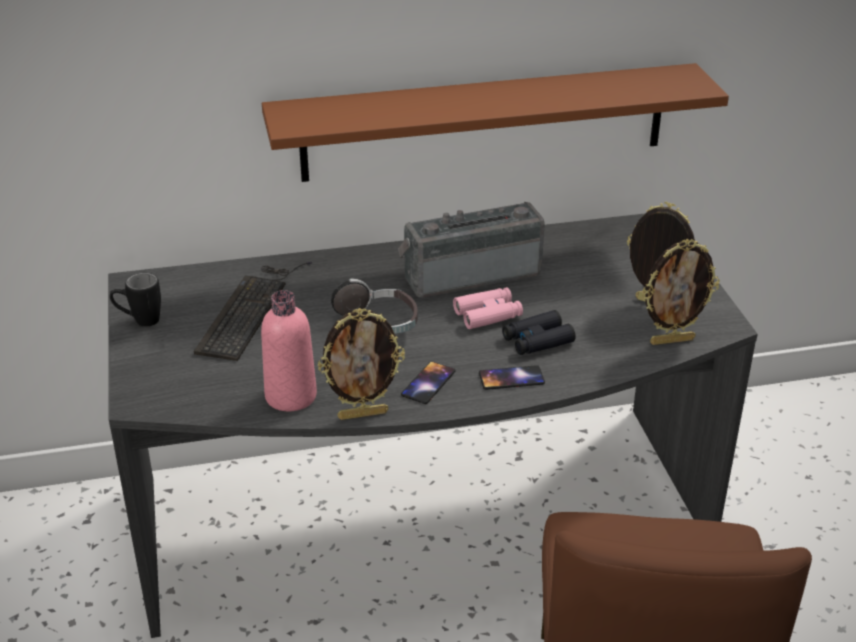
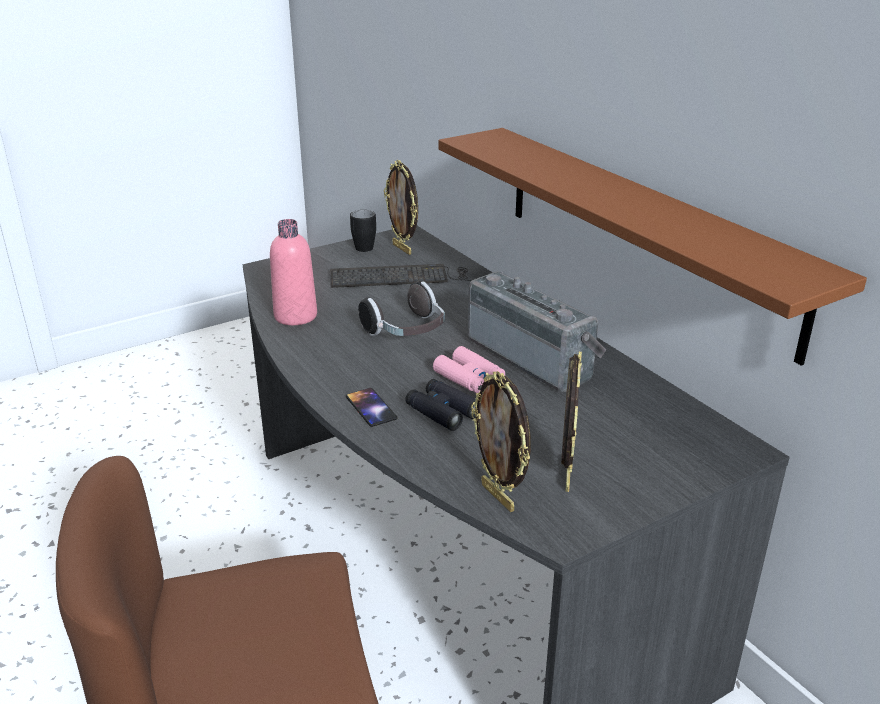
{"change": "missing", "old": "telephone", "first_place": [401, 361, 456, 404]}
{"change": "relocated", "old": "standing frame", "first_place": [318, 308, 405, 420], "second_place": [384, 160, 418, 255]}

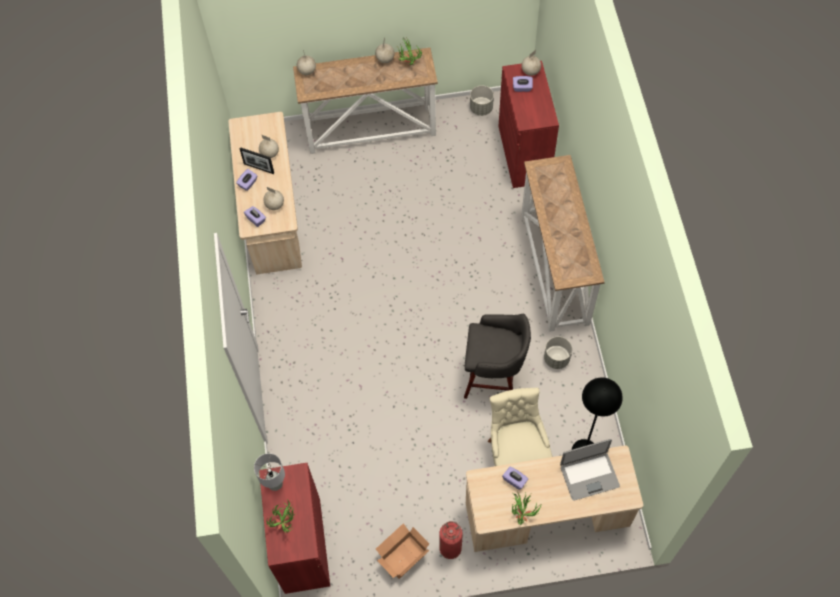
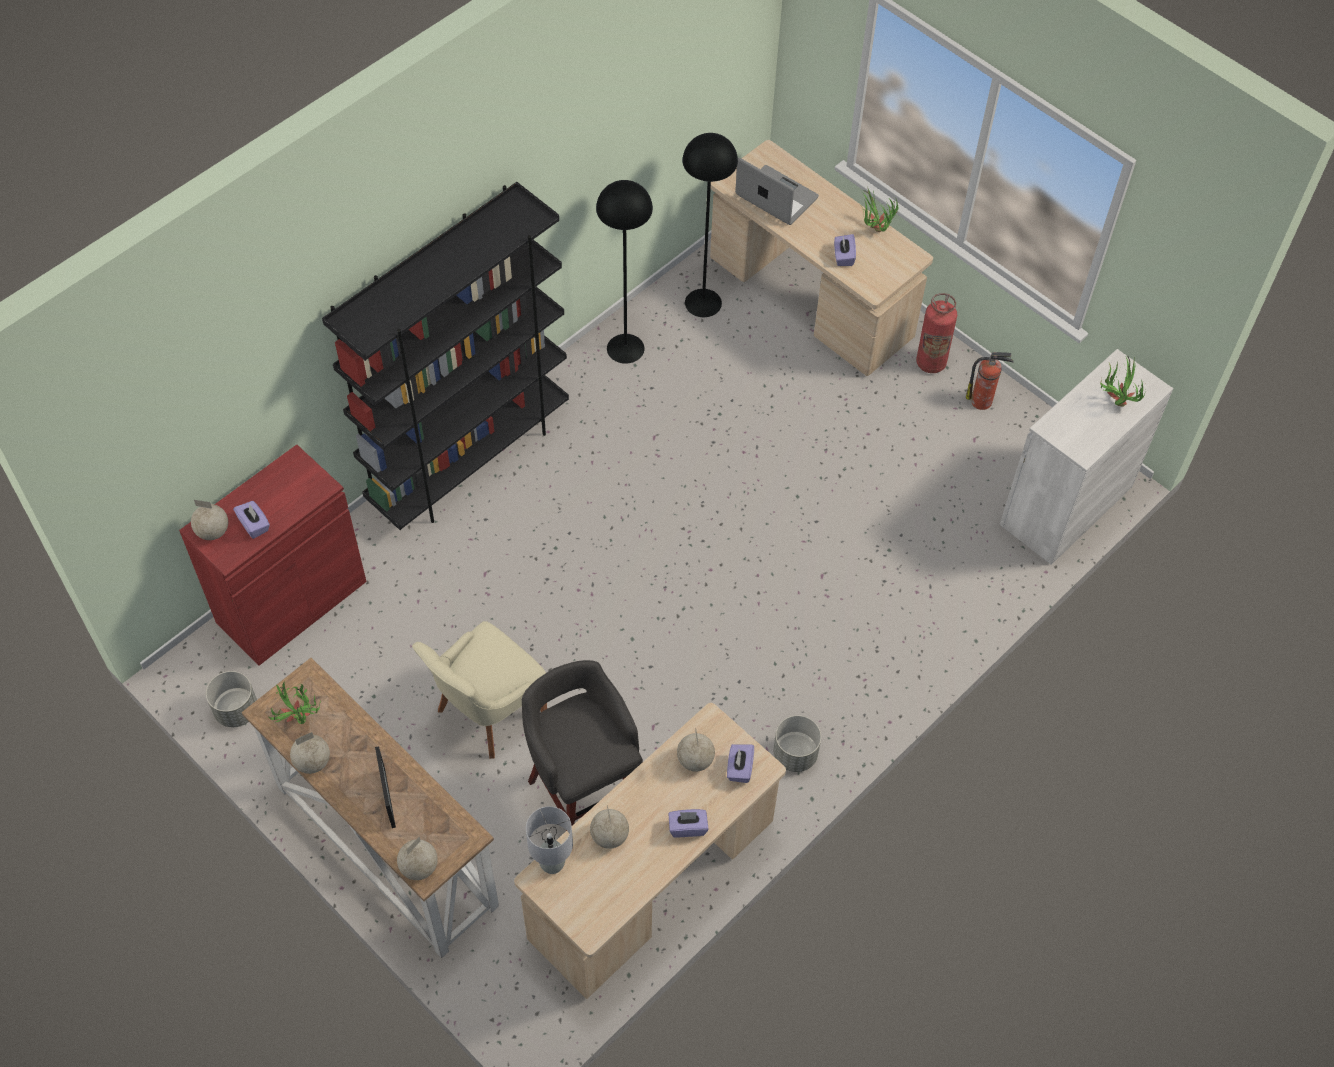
{"change": "appeared", "new": "blackish standard lamp", "second_place": [596, 180, 653, 364]}
{"change": "relocated", "old": "standing frame", "first_place": [240, 147, 274, 174], "second_place": [375, 746, 396, 828]}
{"change": "relocated", "old": "gray lamp for a table", "first_place": [254, 453, 285, 491], "second_place": [526, 806, 573, 874]}
{"change": "relocated", "old": "gray stool seat", "first_place": [464, 313, 531, 399], "second_place": [522, 660, 643, 831]}
{"change": "relocated", "old": "beige plain chair", "first_place": [488, 388, 552, 466], "second_place": [412, 621, 547, 759]}
{"change": "relocated", "old": "gray planter", "first_place": [544, 336, 572, 369], "second_place": [773, 715, 821, 772]}
{"change": "exchanged", "old": "cardboard box", "new": "extinguisher", "first_place": [376, 523, 429, 579], "second_place": [966, 352, 1014, 410]}
{"change": "exchanged", "old": "console table", "new": "blackish bookshelf", "first_place": [522, 155, 605, 332], "second_place": [322, 182, 569, 530]}
{"change": "colour", "old": "red storage cabinet", "new": "white storage cabinet", "first_place": [259, 463, 330, 594], "second_place": [999, 349, 1173, 565]}

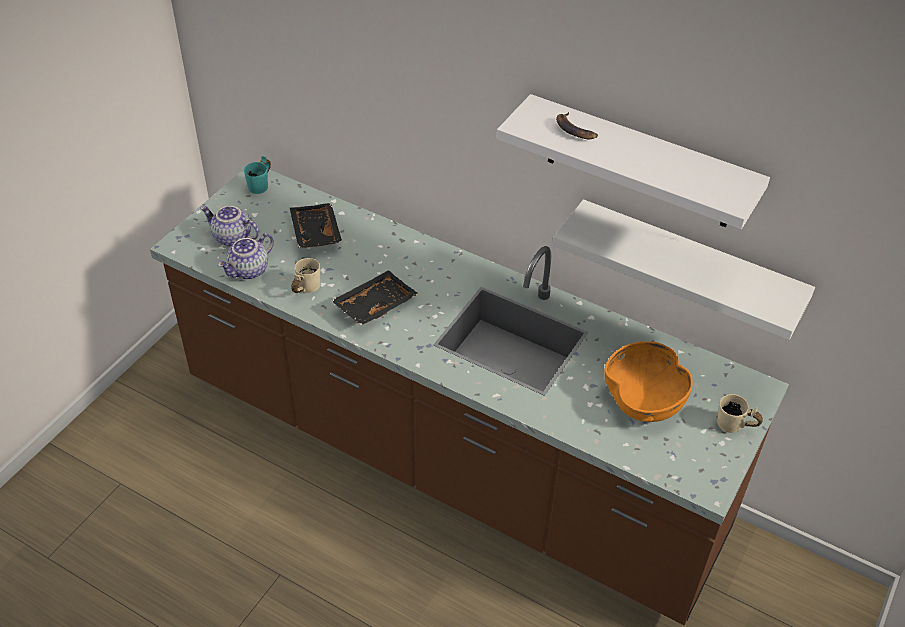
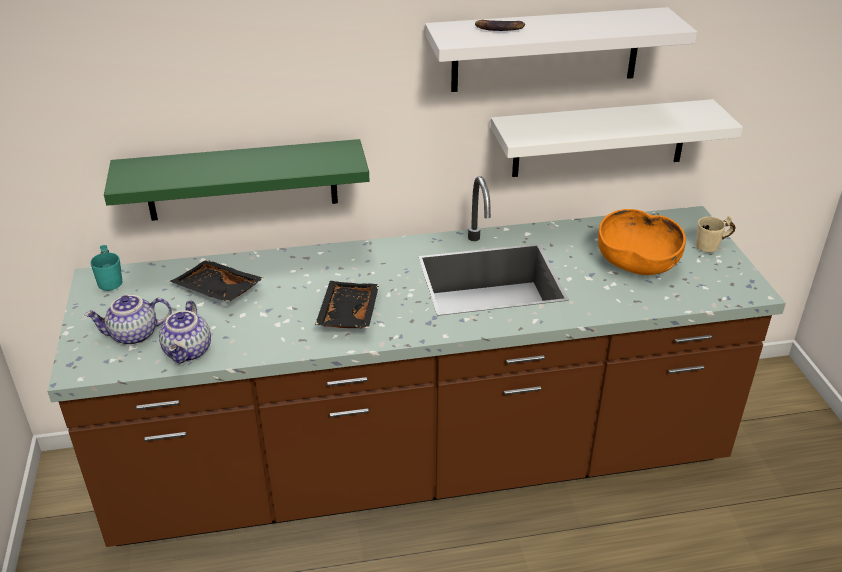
{"change": "missing", "old": "beige coffee mug", "first_place": [291, 258, 320, 293]}
{"change": "appeared", "new": "green-coloured bracket shelf", "second_place": [104, 139, 369, 221]}

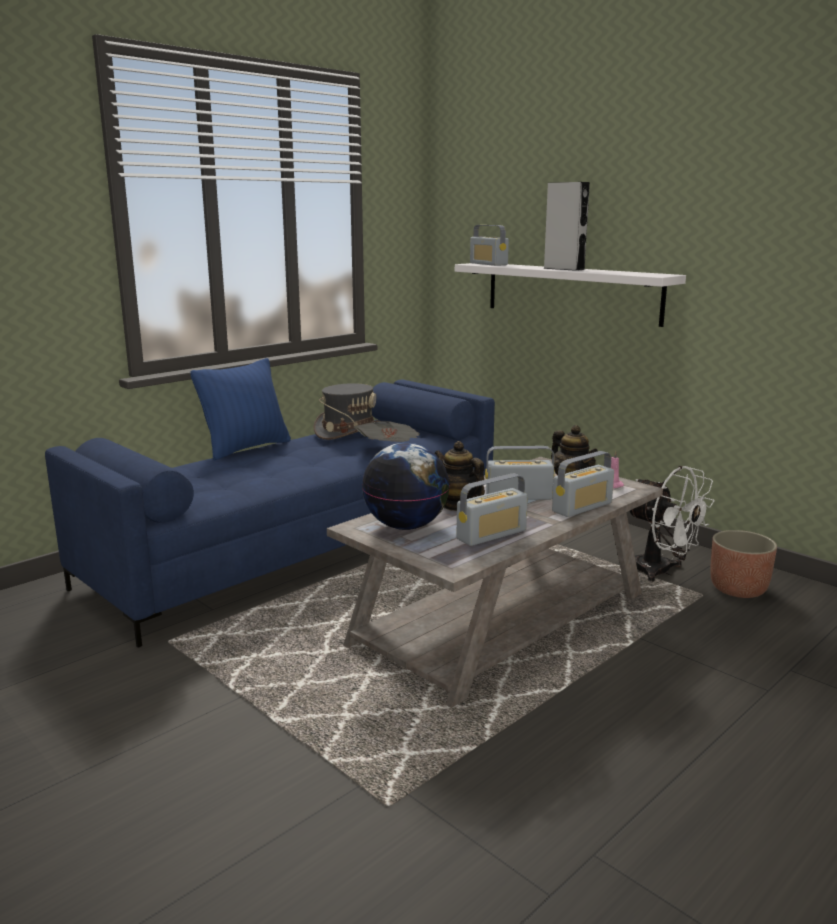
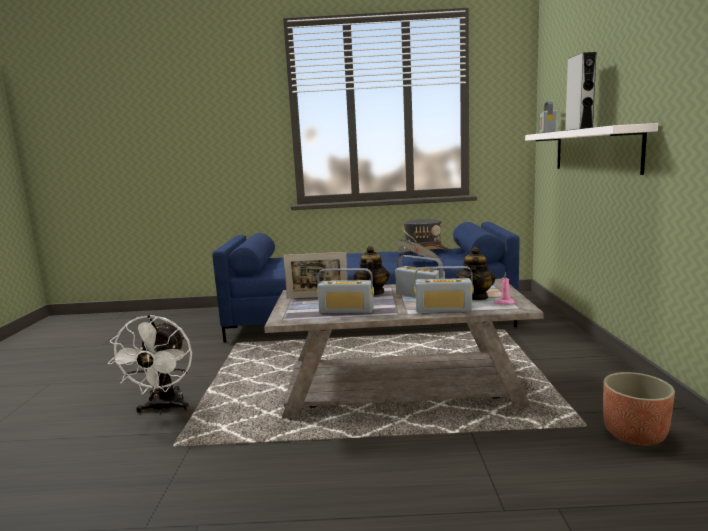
{"change": "missing", "old": "bluish throw pillow", "first_place": [190, 358, 291, 460]}
{"change": "relocated", "old": "white electric fan", "first_place": [630, 466, 714, 582], "second_place": [108, 315, 192, 413]}
{"change": "exchanged", "old": "desk globe", "new": "standing frame", "first_place": [362, 443, 450, 530], "second_place": [283, 252, 348, 298]}

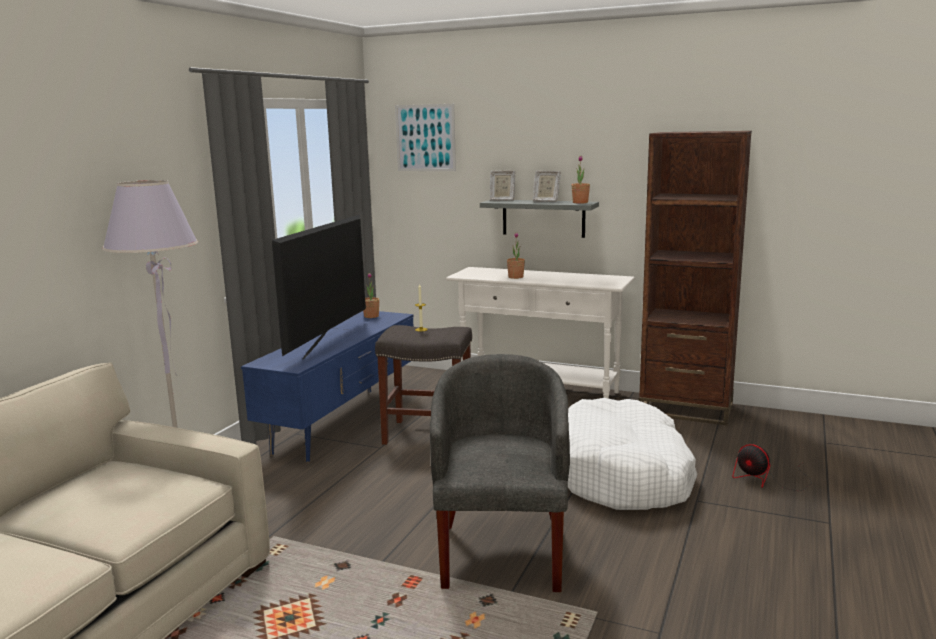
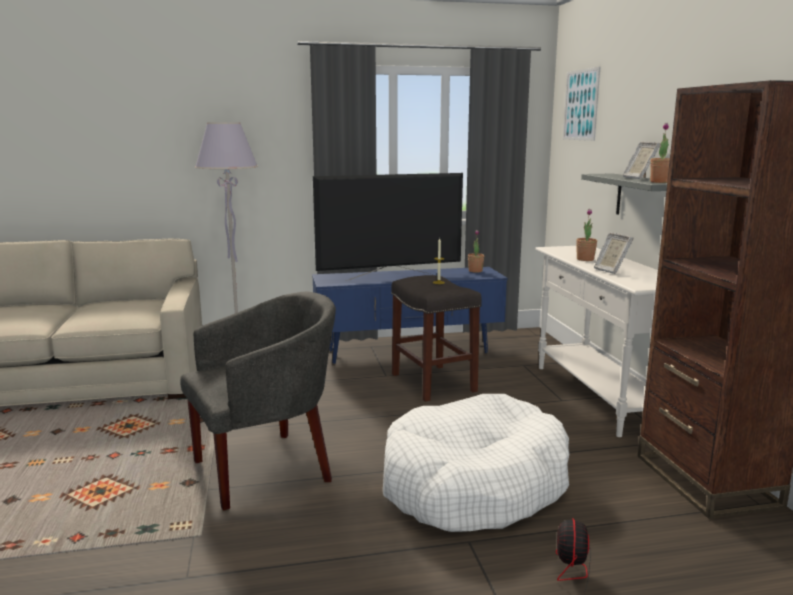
{"change": "relocated", "old": "standing frame", "first_place": [490, 171, 515, 201], "second_place": [594, 232, 634, 274]}

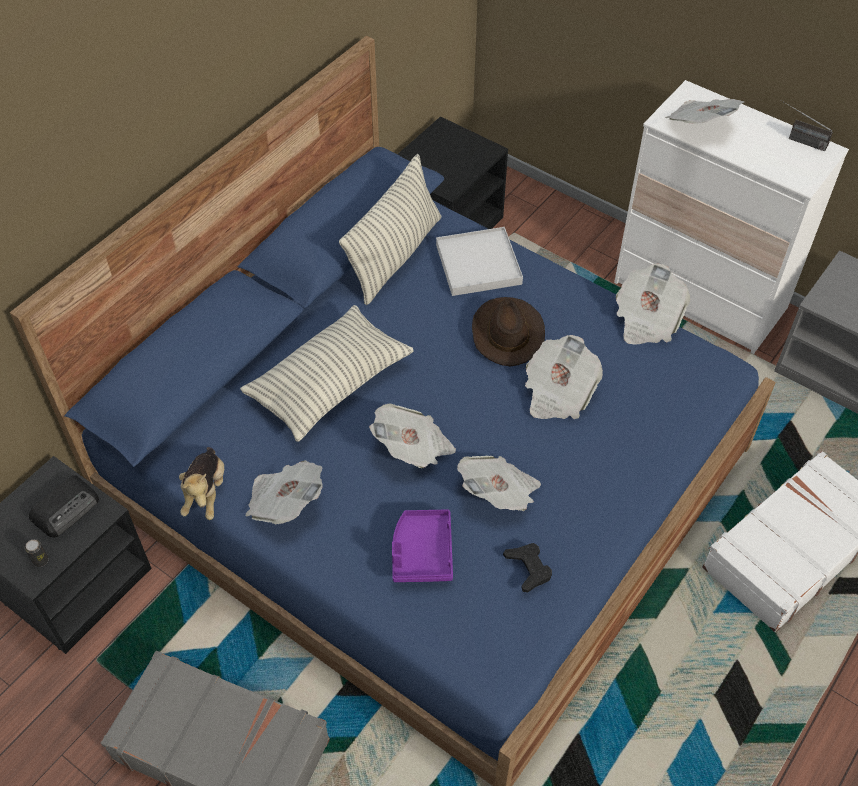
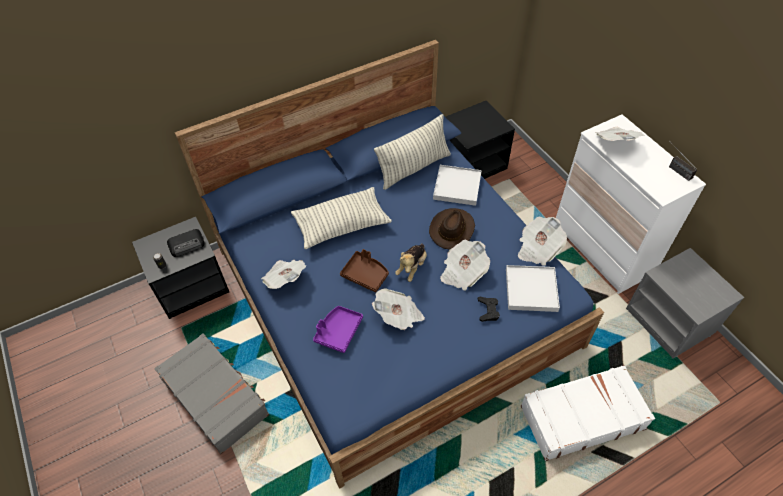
{"change": "appeared", "new": "white serving tray", "second_place": [506, 265, 560, 312]}
{"change": "relocated", "old": "cuddly toy", "first_place": [179, 447, 224, 520], "second_place": [395, 243, 427, 282]}
{"change": "relocated", "old": "blackish gamepad", "first_place": [503, 543, 552, 592], "second_place": [478, 297, 500, 322]}
{"change": "exchanged", "old": "daily paper", "new": "brown serving tray", "first_place": [369, 403, 456, 468], "second_place": [340, 249, 389, 292]}

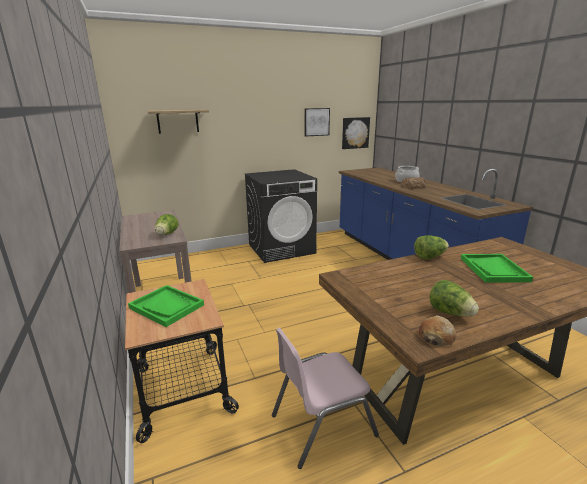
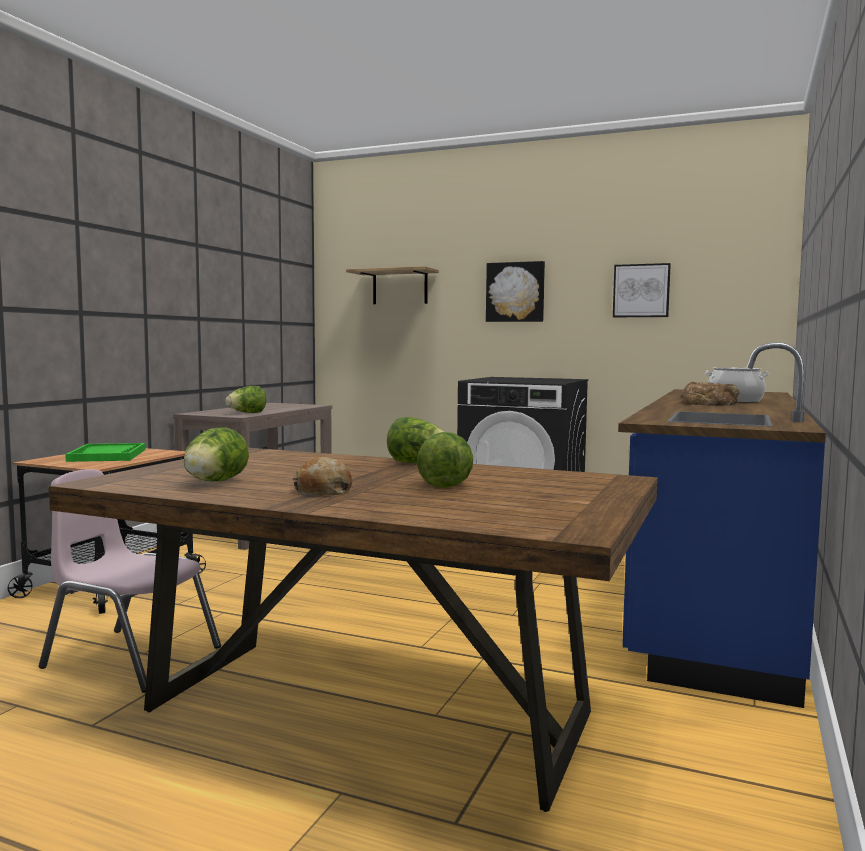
{"change": "relocated", "old": "picture", "first_place": [342, 117, 370, 149], "second_place": [486, 261, 545, 322]}
{"change": "relocated", "old": "baked bread", "first_place": [419, 315, 457, 346], "second_place": [293, 457, 352, 496]}
{"change": "exchanged", "old": "green-coloured serving tray", "new": "lettuce head", "first_place": [461, 254, 533, 283], "second_place": [417, 432, 473, 488]}

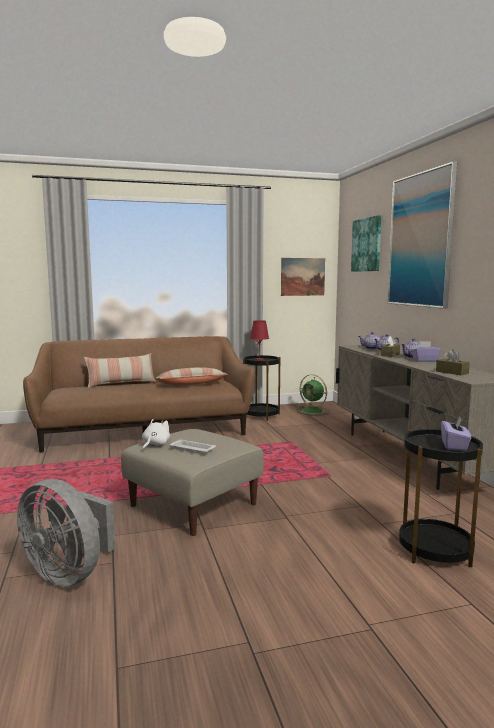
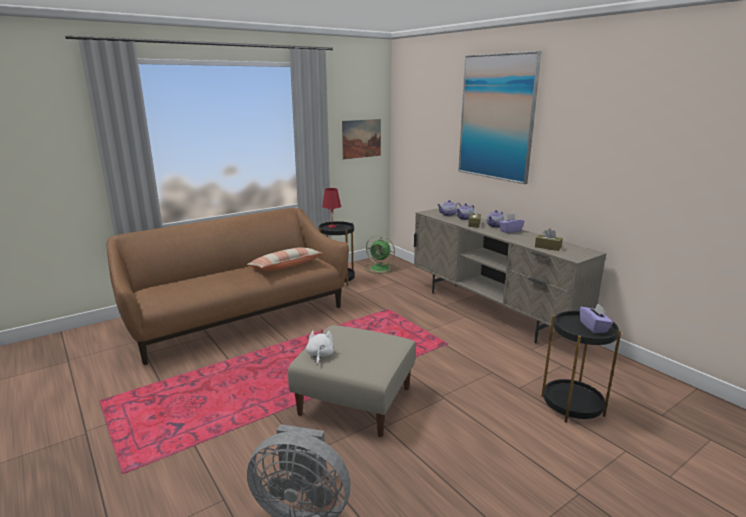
{"change": "missing", "old": "throw pillow", "first_place": [84, 353, 156, 388]}
{"change": "missing", "old": "white serving tray", "first_place": [170, 440, 216, 454]}
{"change": "missing", "old": "picture", "first_place": [351, 215, 381, 272]}

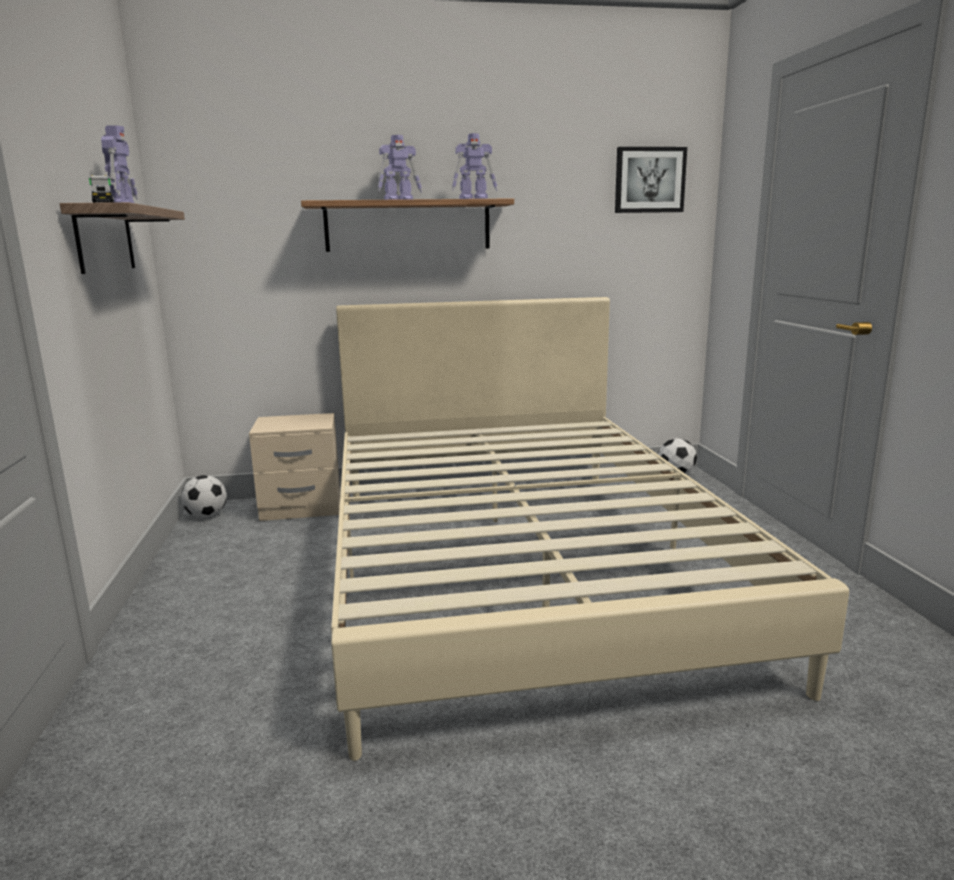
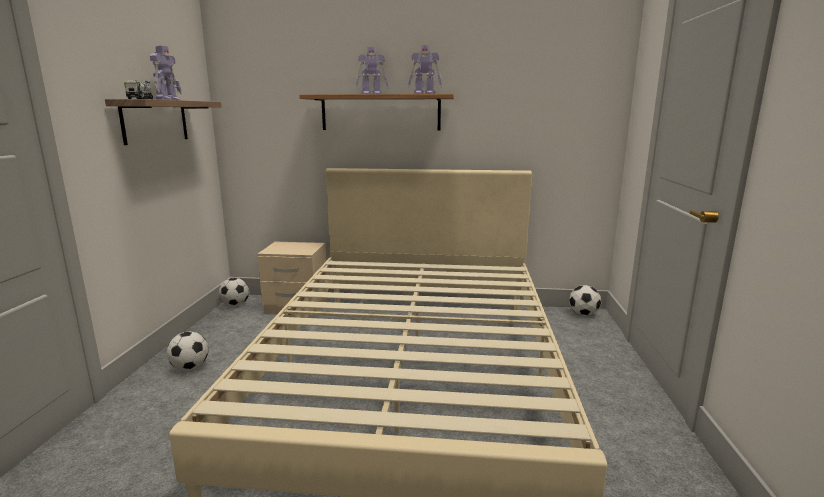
{"change": "missing", "old": "picture", "first_place": [615, 147, 687, 213]}
{"change": "appeared", "new": "football", "second_place": [167, 332, 209, 370]}

